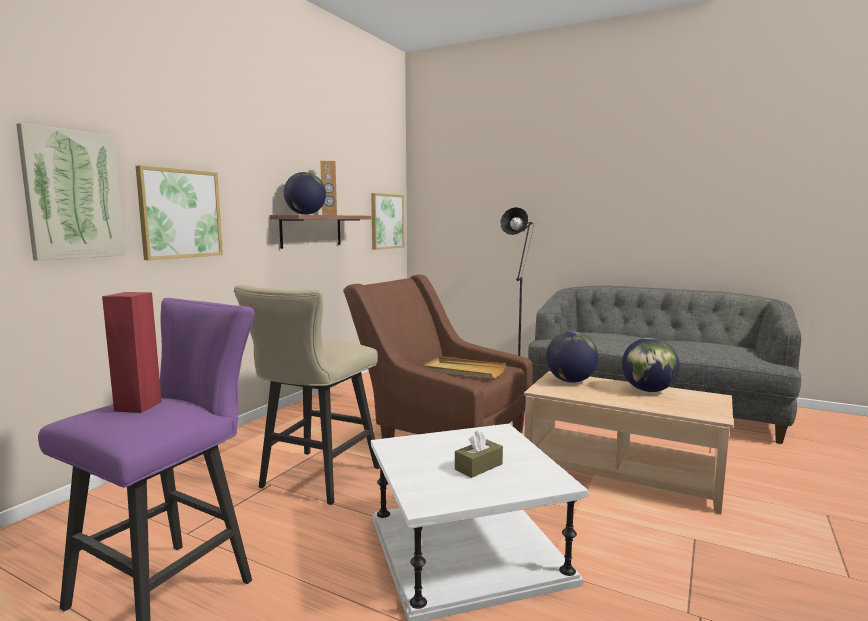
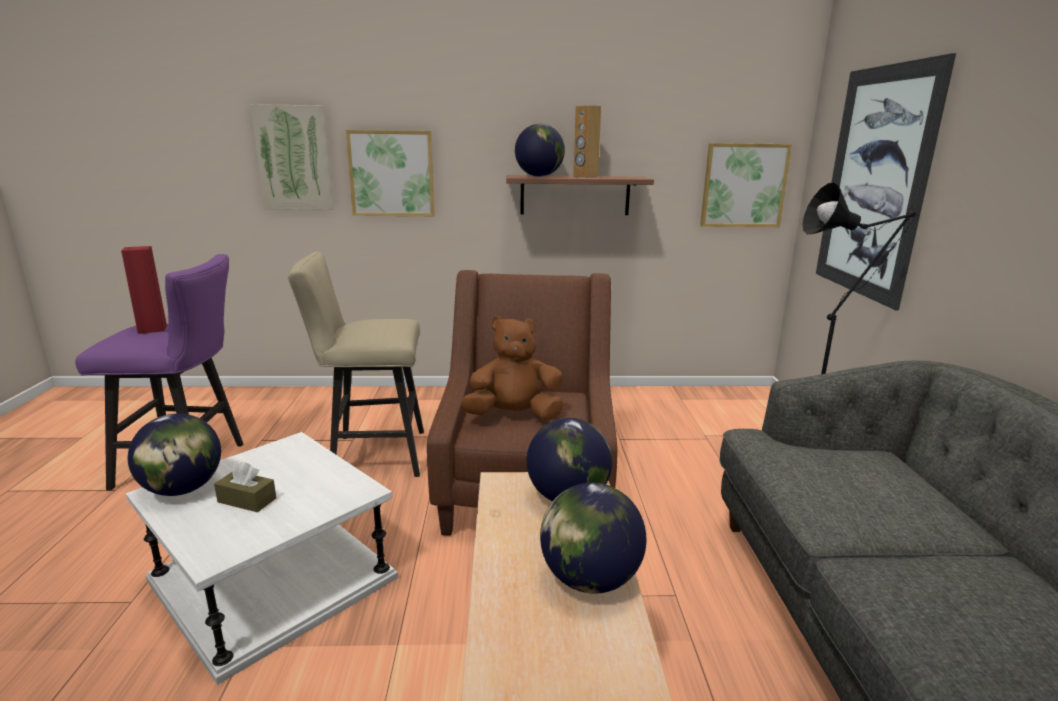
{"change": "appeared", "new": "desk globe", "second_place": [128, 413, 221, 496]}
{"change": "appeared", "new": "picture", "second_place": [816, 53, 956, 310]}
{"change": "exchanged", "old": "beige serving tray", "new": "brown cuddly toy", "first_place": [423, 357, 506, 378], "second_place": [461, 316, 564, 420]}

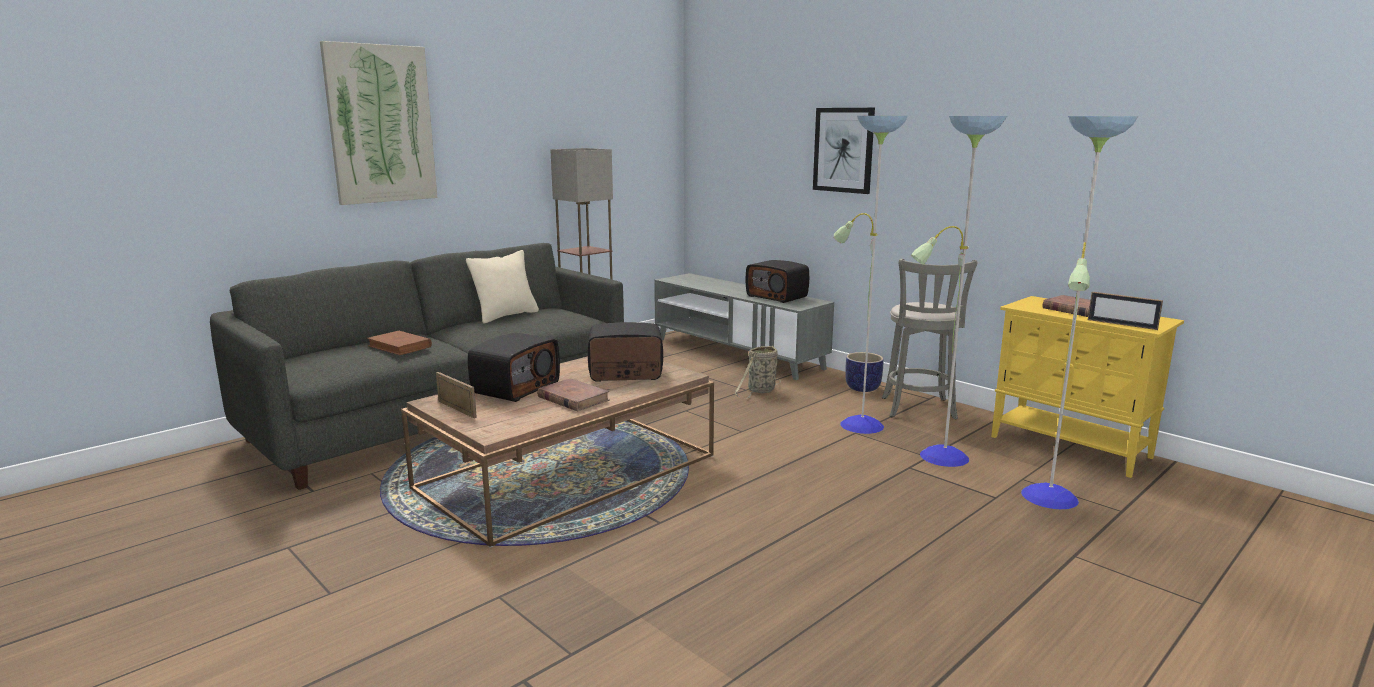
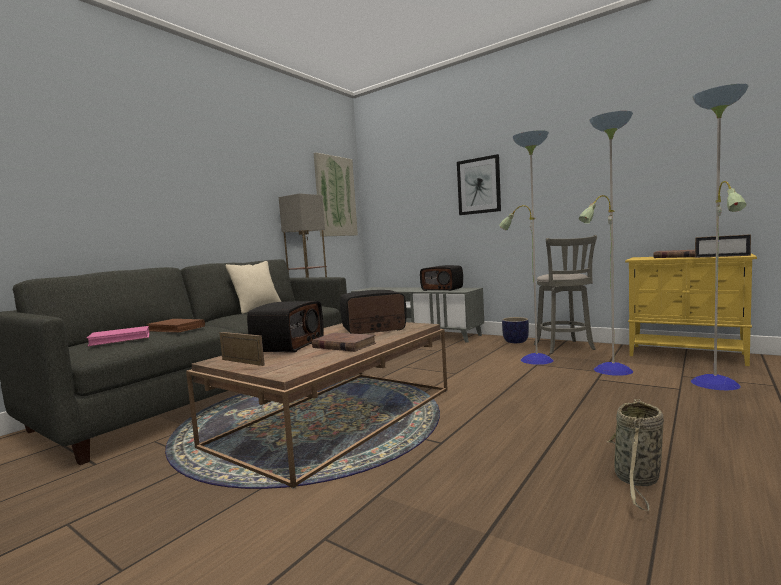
{"change": "appeared", "new": "pink bound book", "second_place": [87, 326, 149, 346]}
{"change": "relocated", "old": "picture", "first_place": [320, 41, 437, 205], "second_place": [314, 153, 358, 237]}
{"change": "relocated", "old": "storage basket", "first_place": [735, 345, 781, 399], "second_place": [607, 399, 664, 511]}

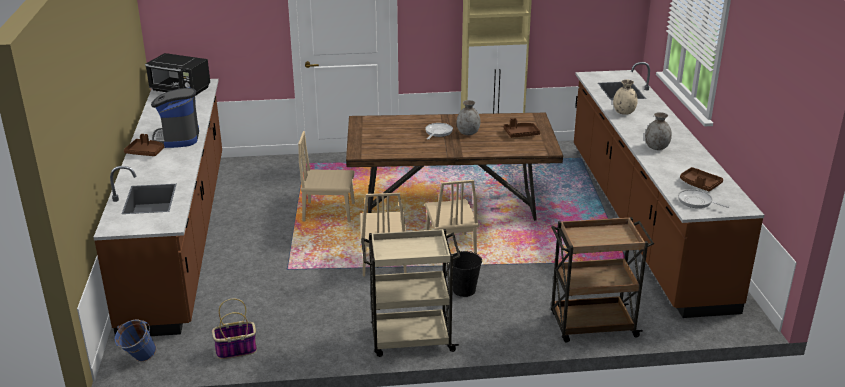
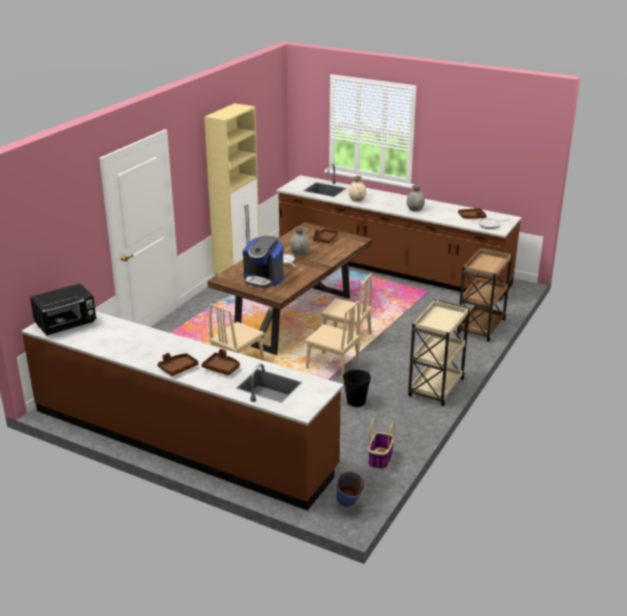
{"change": "appeared", "new": "brown serving tray", "second_place": [201, 349, 240, 375]}
{"change": "relocated", "old": "coffee brewer", "first_place": [151, 88, 199, 148], "second_place": [243, 236, 284, 288]}
{"change": "relocated", "old": "blackish water bucket", "first_place": [453, 251, 482, 297], "second_place": [343, 369, 371, 407]}

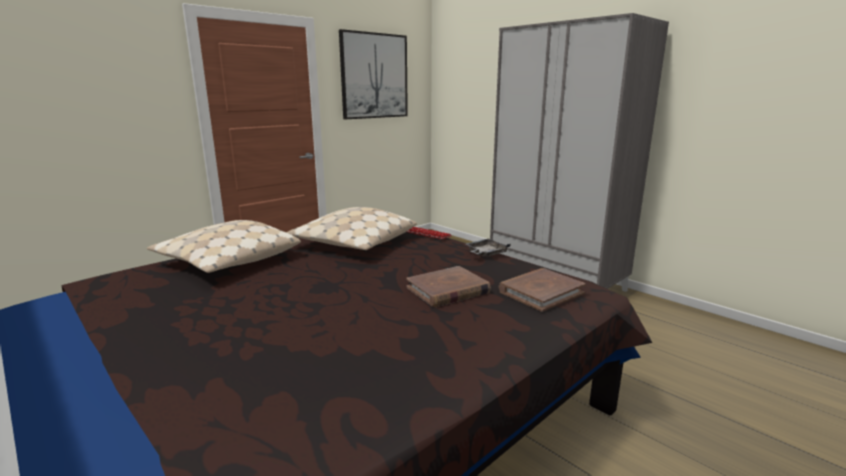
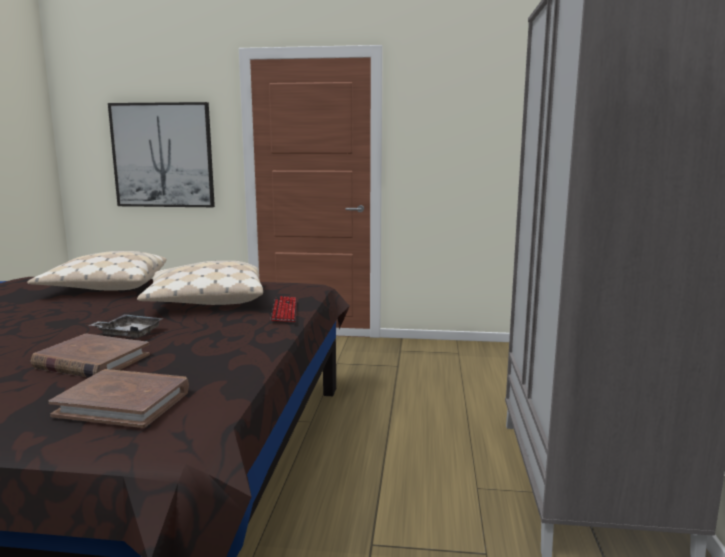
{"change": "relocated", "old": "picture", "first_place": [339, 29, 408, 119], "second_place": [108, 102, 215, 207]}
{"change": "relocated", "old": "gray serving tray", "first_place": [465, 239, 511, 257], "second_place": [89, 314, 164, 338]}

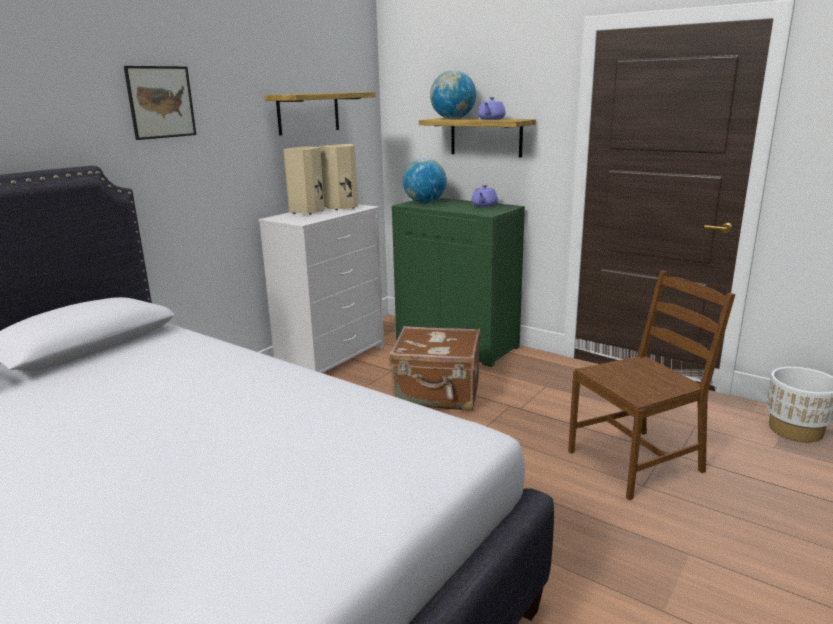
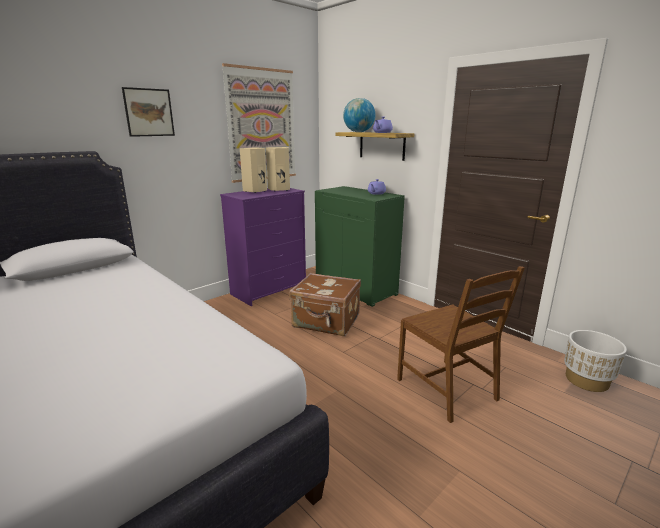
{"change": "missing", "old": "desk globe", "first_place": [403, 158, 447, 203]}
{"change": "exchanged", "old": "bracket shelf", "new": "picture", "first_place": [264, 92, 375, 136], "second_place": [222, 63, 296, 183]}
{"change": "colour", "old": "white dresser", "new": "purplish dresser", "first_place": [258, 204, 384, 373], "second_place": [220, 188, 306, 306]}
{"change": "spun", "old": "brown plain chair", "first_place": [568, 271, 735, 500], "second_place": [397, 266, 525, 423], "degrees": 75}

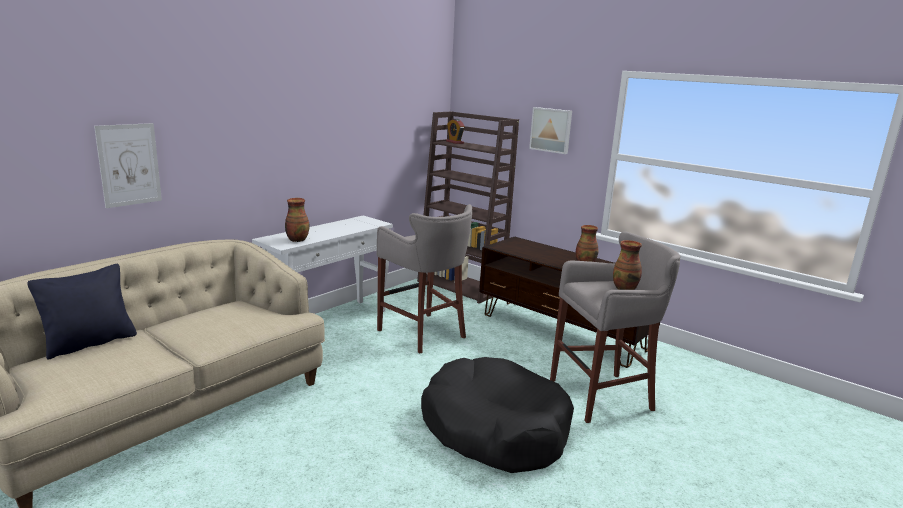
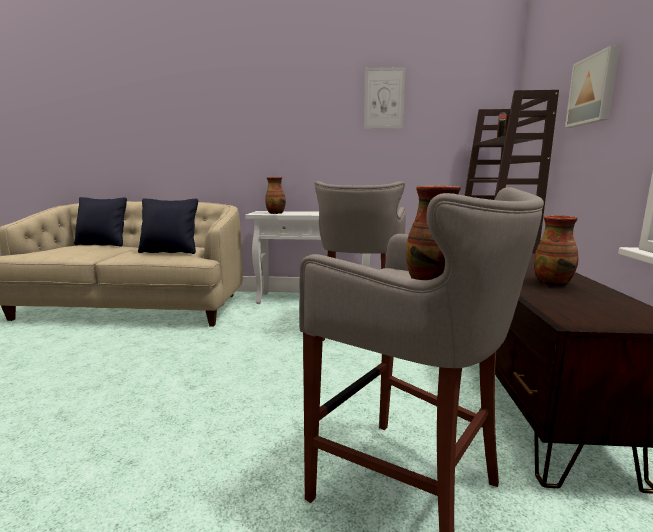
{"change": "missing", "old": "blackish dog cushion", "first_place": [421, 357, 574, 473]}
{"change": "appeared", "new": "blackish throw pillow", "second_place": [138, 198, 198, 254]}
{"change": "relocated", "old": "picture", "first_place": [94, 123, 162, 208], "second_place": [364, 67, 406, 129]}

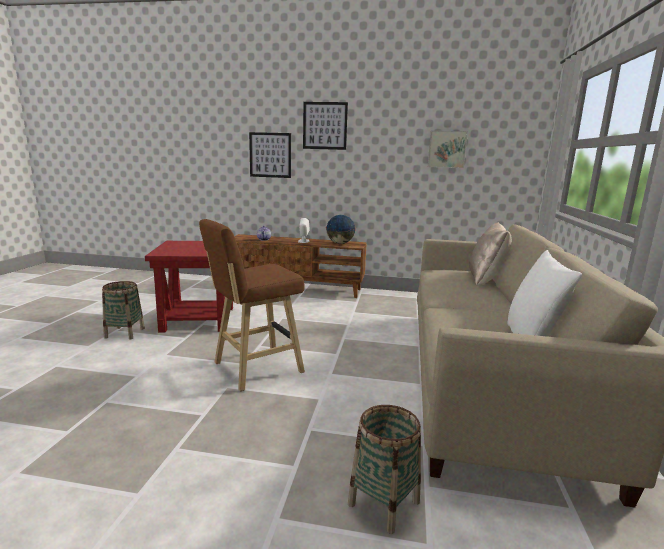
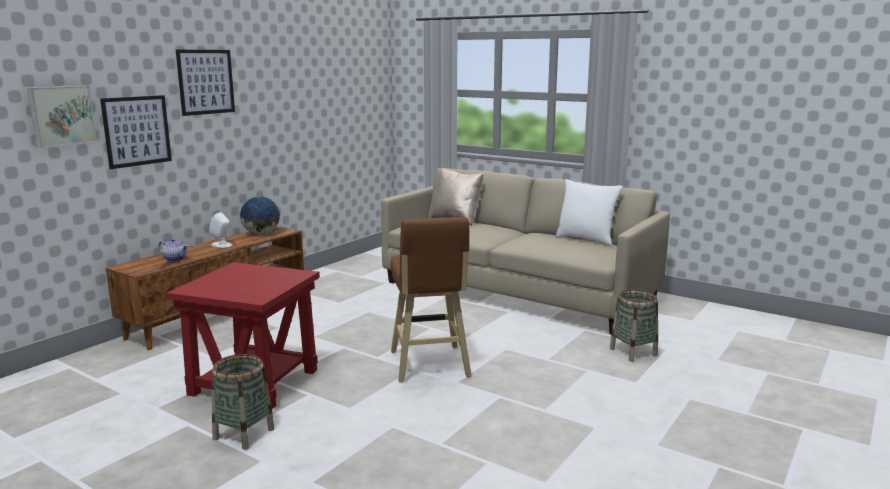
{"change": "relocated", "old": "picture", "first_place": [428, 130, 468, 168], "second_place": [27, 86, 97, 148]}

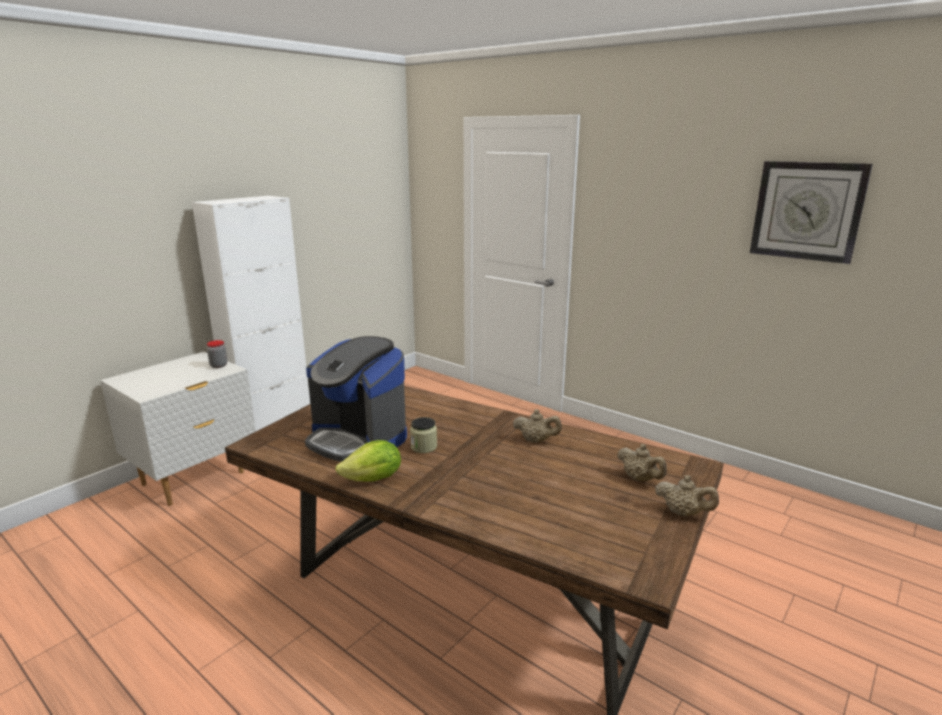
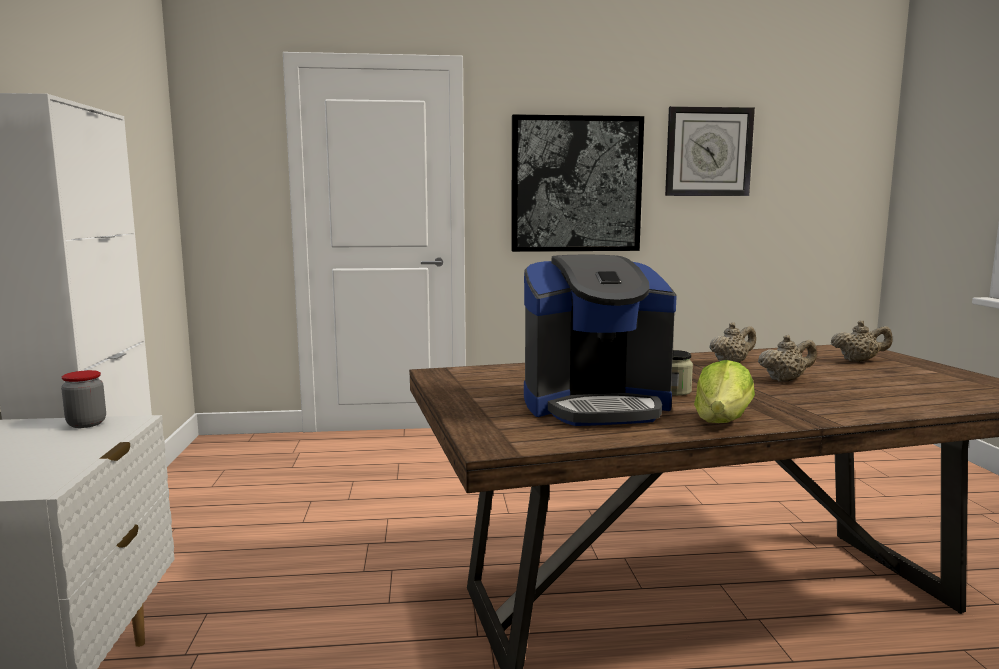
{"change": "appeared", "new": "picture", "second_place": [511, 114, 644, 252]}
{"change": "relocated", "old": "beige pot for tea", "first_place": [655, 475, 719, 516], "second_place": [758, 335, 817, 382]}

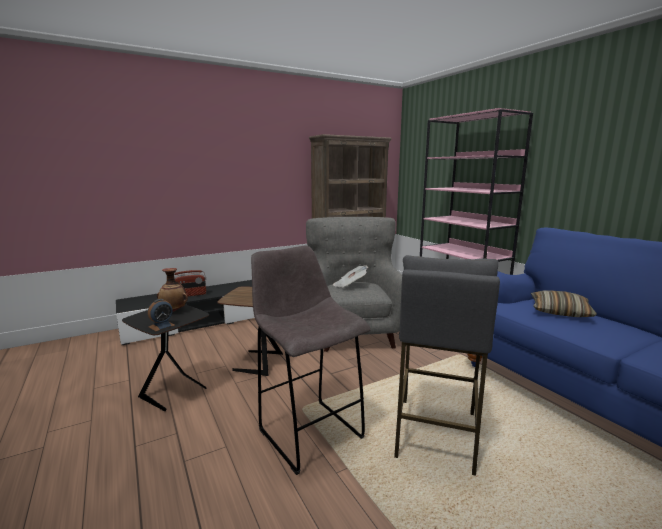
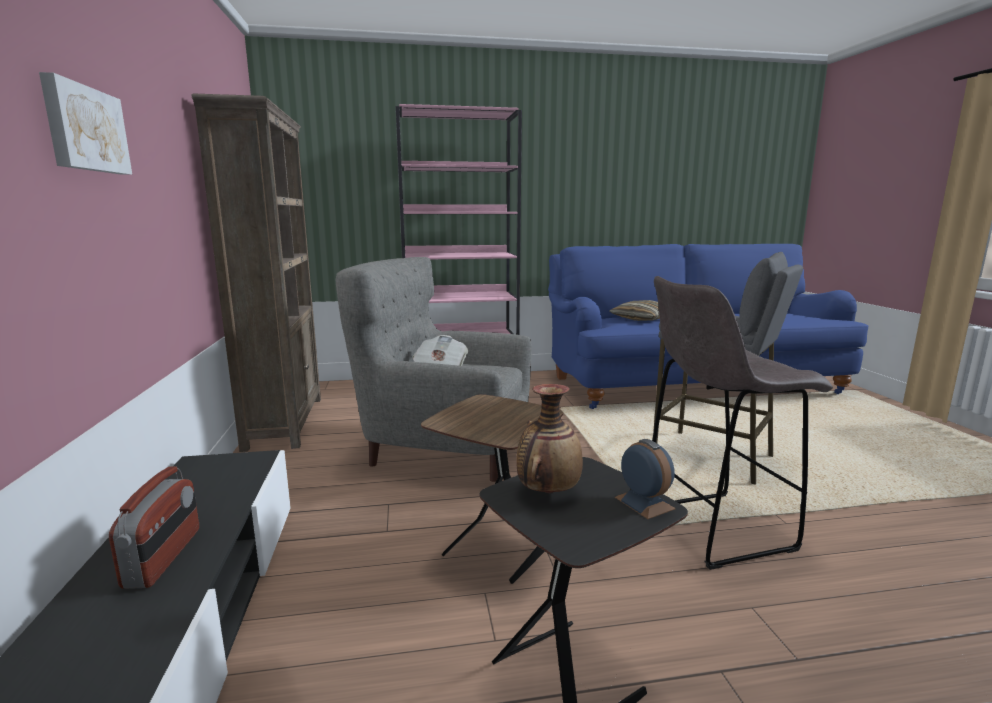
{"change": "appeared", "new": "picture", "second_place": [39, 72, 132, 175]}

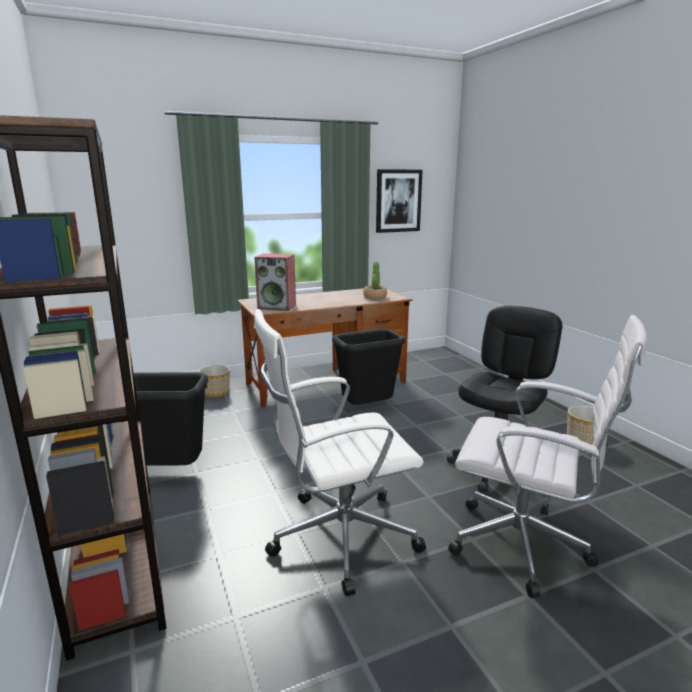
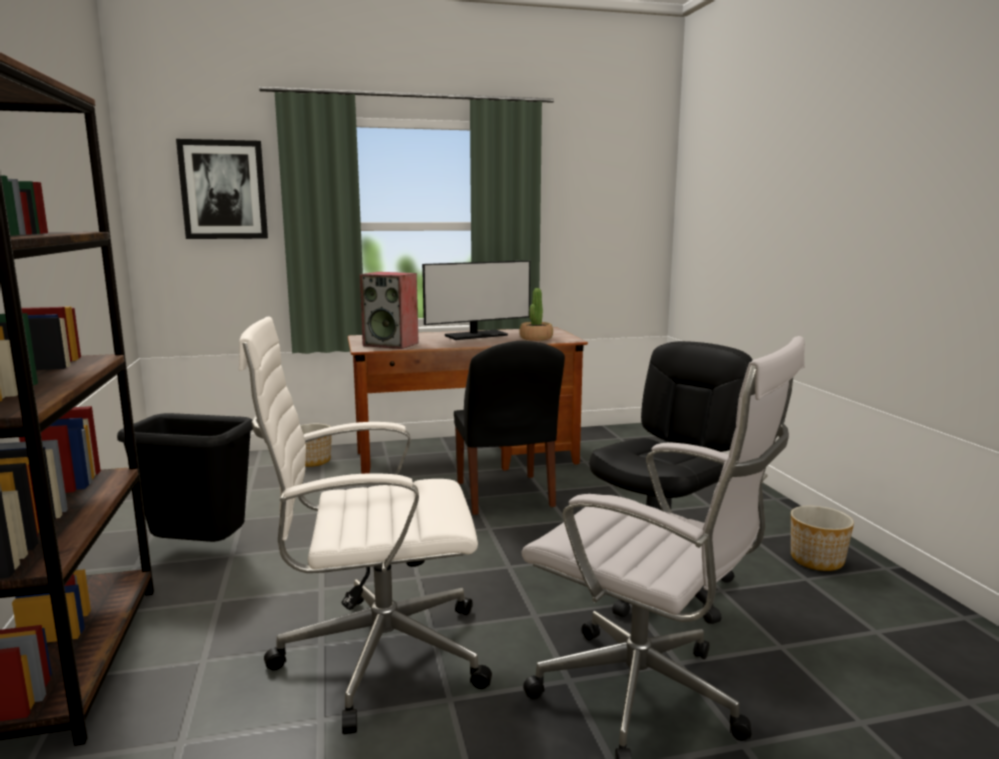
{"change": "appeared", "new": "computer screen", "second_place": [422, 260, 530, 340]}
{"change": "relocated", "old": "picture", "first_place": [376, 169, 423, 233], "second_place": [176, 139, 268, 239]}
{"change": "exchanged", "old": "blackish rubbish bin", "new": "blackish plain chair", "first_place": [332, 328, 405, 405], "second_place": [454, 341, 565, 515]}

